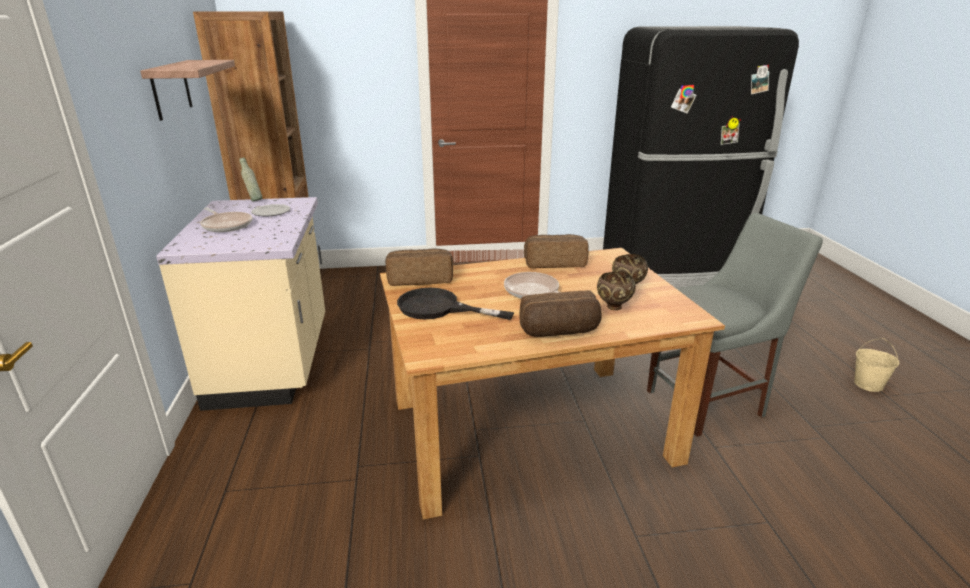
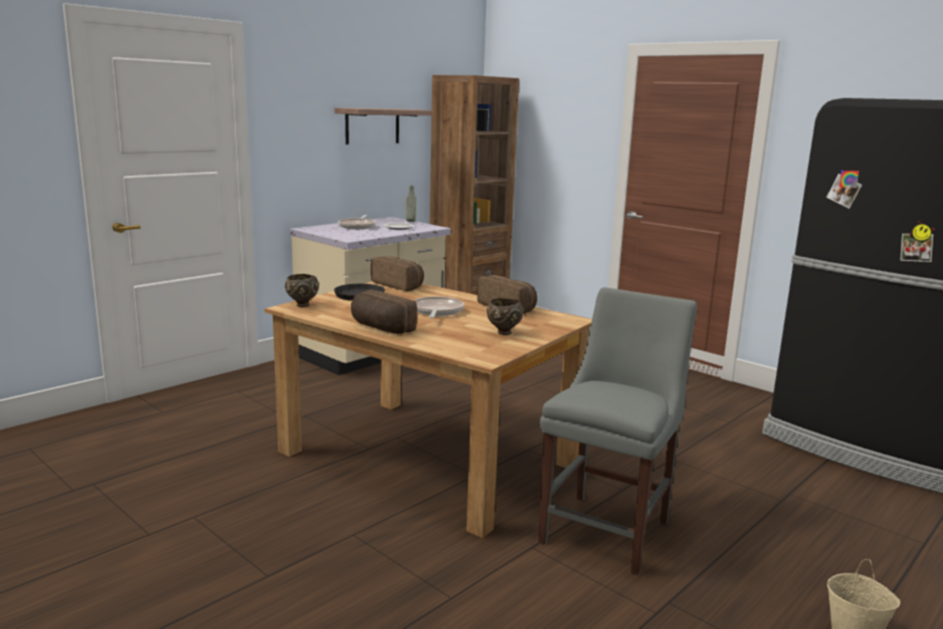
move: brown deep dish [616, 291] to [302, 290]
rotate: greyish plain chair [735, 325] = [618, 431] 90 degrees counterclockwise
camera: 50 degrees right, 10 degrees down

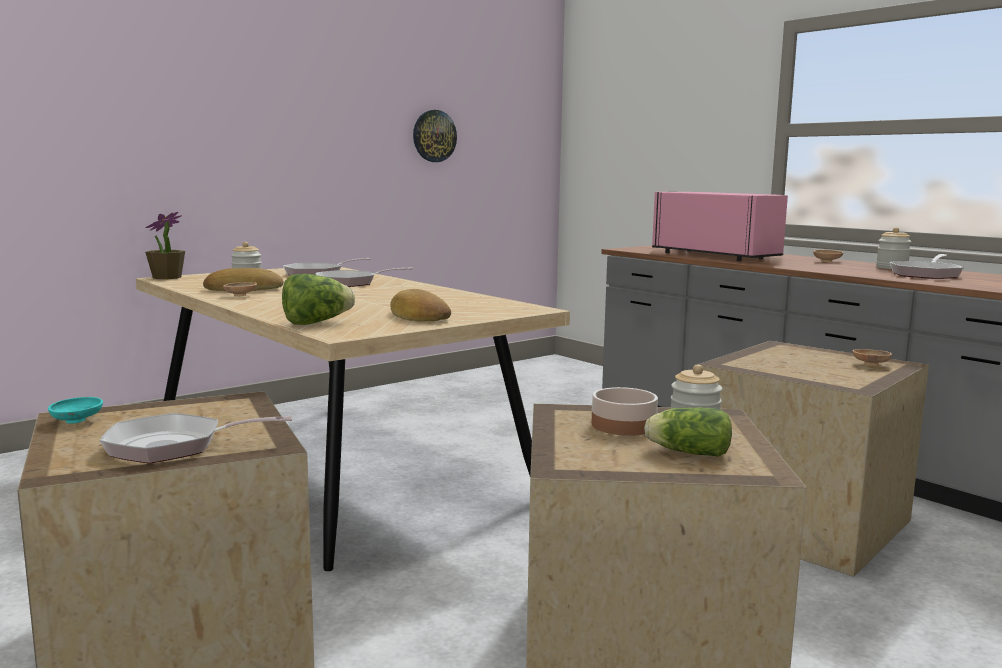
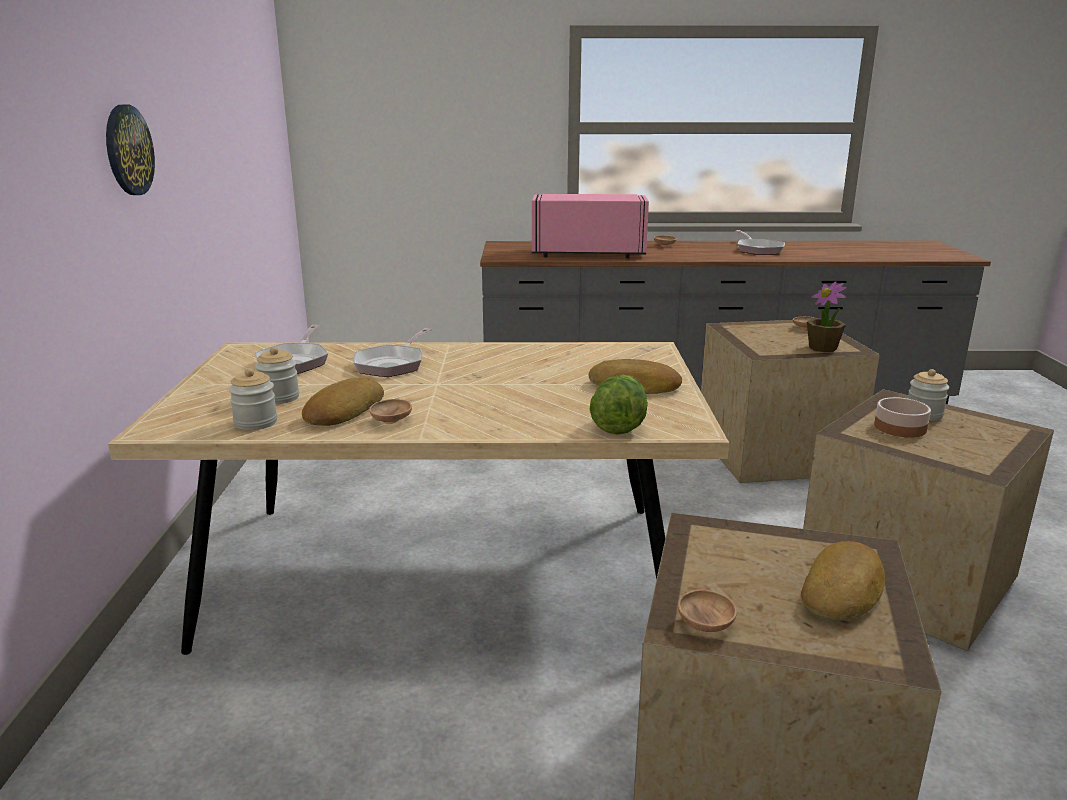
delete: lettuce head [688, 432]
move: clock on the wall [435, 136] to [130, 150]; preserve jar [893, 248] to [253, 399]; houseplant [165, 245] to [827, 316]
replace: frying pan [196, 438] to baked bread [843, 581]
recolor: turquoise deep dish [75, 410] to brown deep dish [707, 611]
camera: 50 degrees left, 10 degrees up

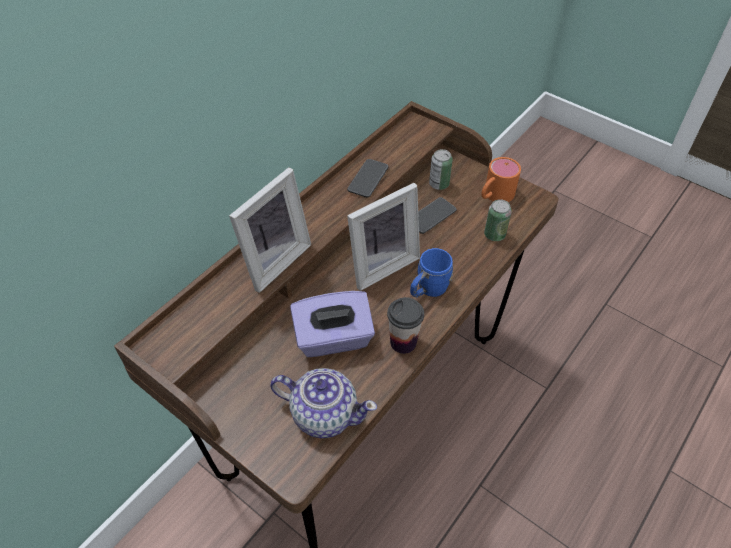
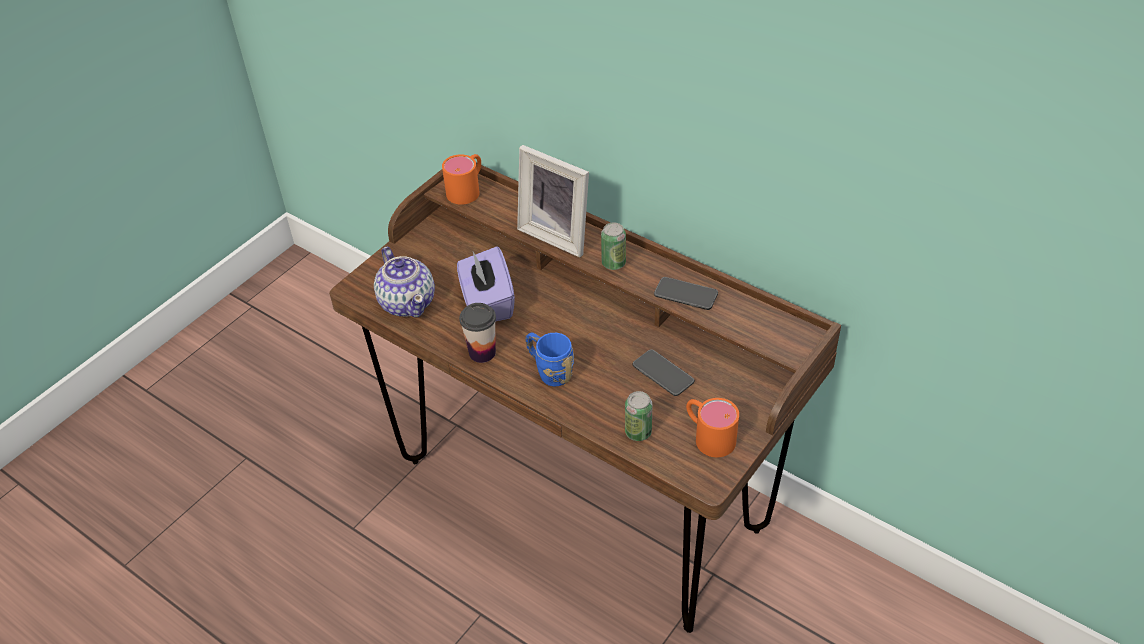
delete: photo frame [383, 237]
insert: orange tea mug [461, 179]
move: sealed can [441, 169] to [613, 246]
rotate: tea pot [323, 403] = [404, 282] 45 degrees counterclockwise
camera: 90 degrees right, 5 degrees down

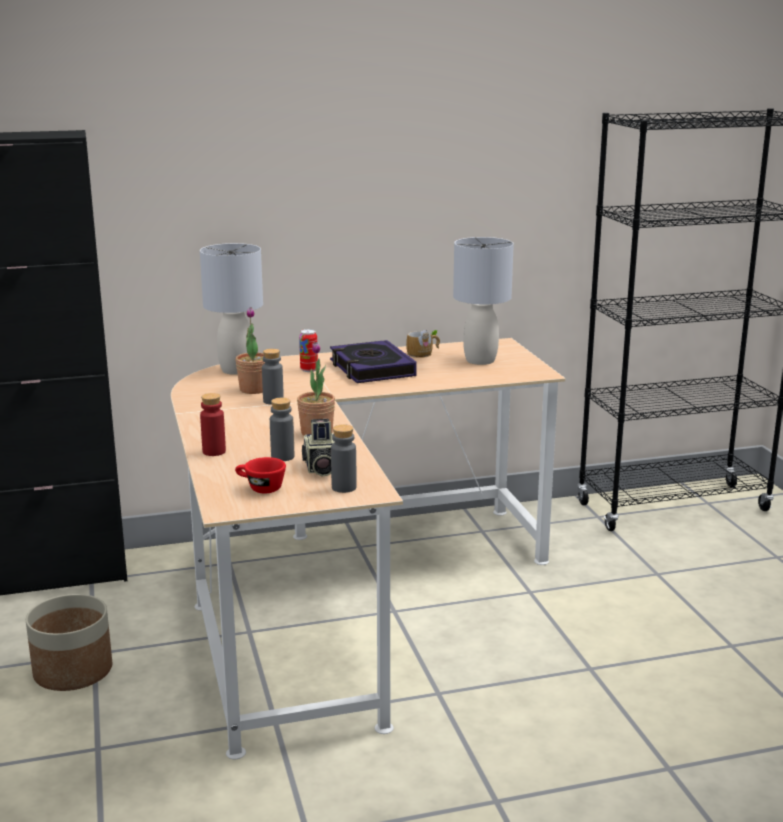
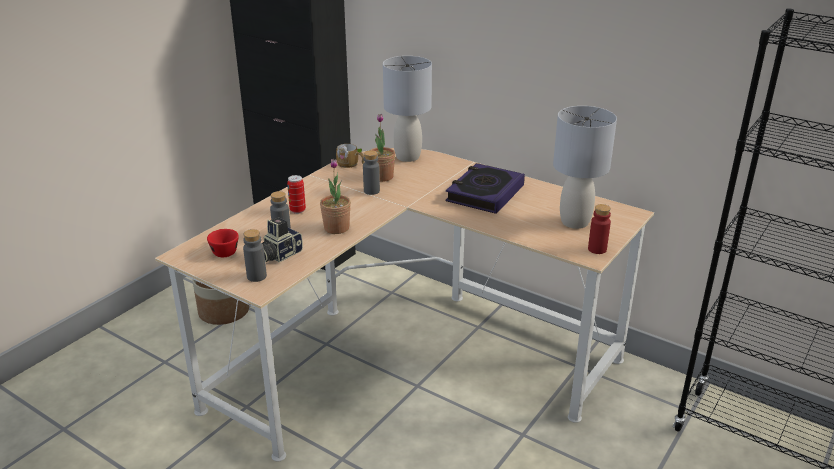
move: sealed can [308, 350] to [296, 194]; tea mug [423, 344] to [350, 156]; reddish drink bottle [213, 424] to [599, 229]
camera: 50 degrees right, 10 degrees up

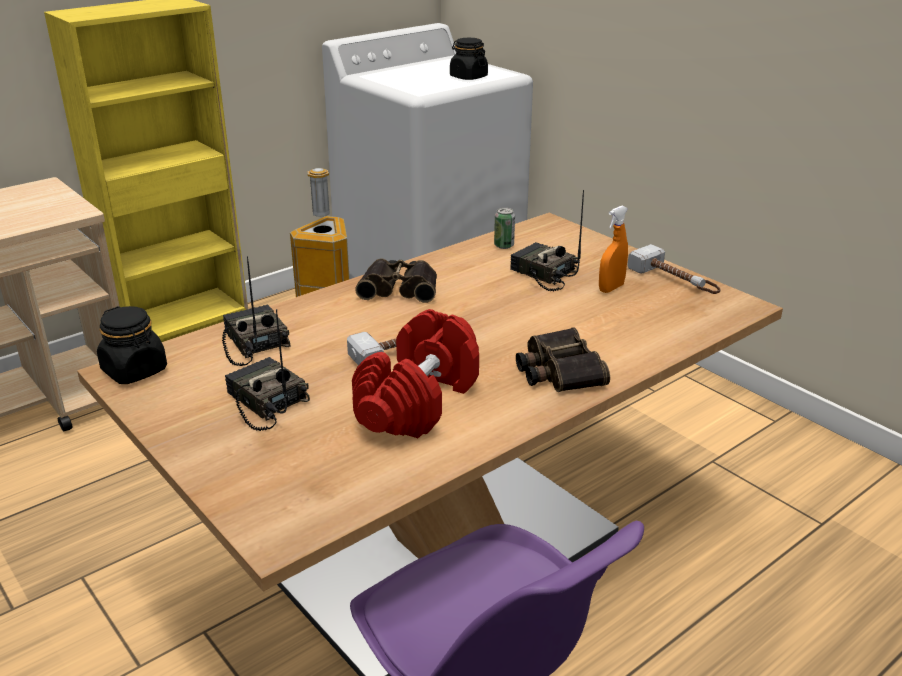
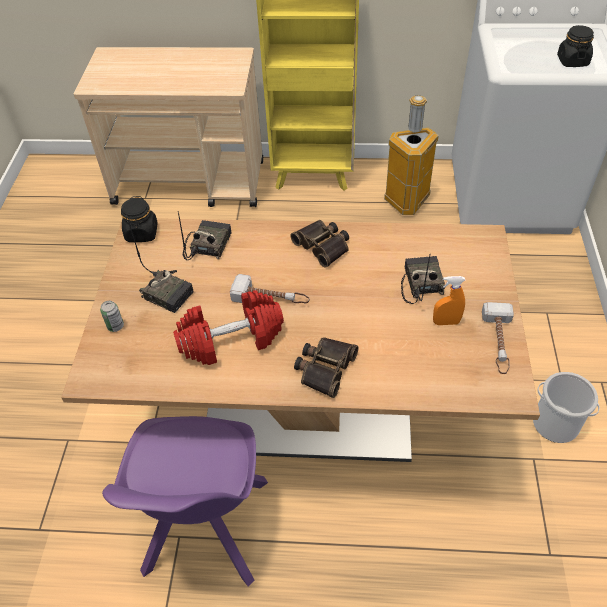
insert: bucket [566, 407]
move: sealed can [504, 228] to [112, 316]
rotate: radio receiver [267, 370] = [161, 266] 120 degrees clockwise
camera: 45 degrees right, 20 degrees up

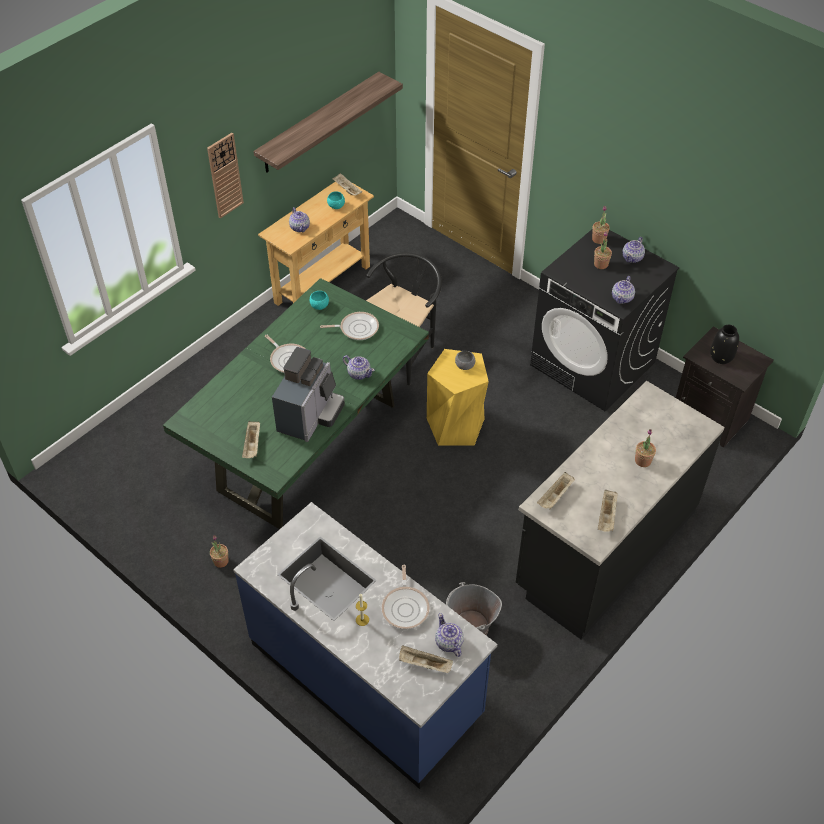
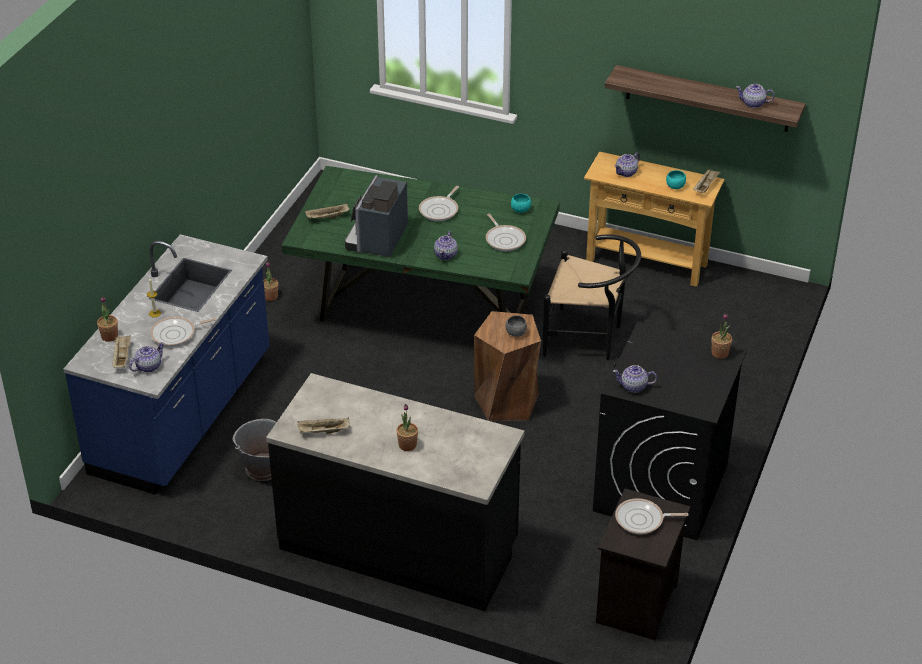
delete: clock on the wall [225, 175]; sand-coloured serving tray [556, 490]
move: houseplant [603, 250] to [107, 319]; tea pot [634, 250] to [755, 96]
replace: blackish decorative vase [724, 344] to frying pan [652, 516]
recolor: yellow stool seat [458, 397] to brown stool seat [507, 366]
rotate: coffee machine [308, 394] = [376, 216] 105 degrees clockwise
camera: 70 degrees right, 10 degrees down

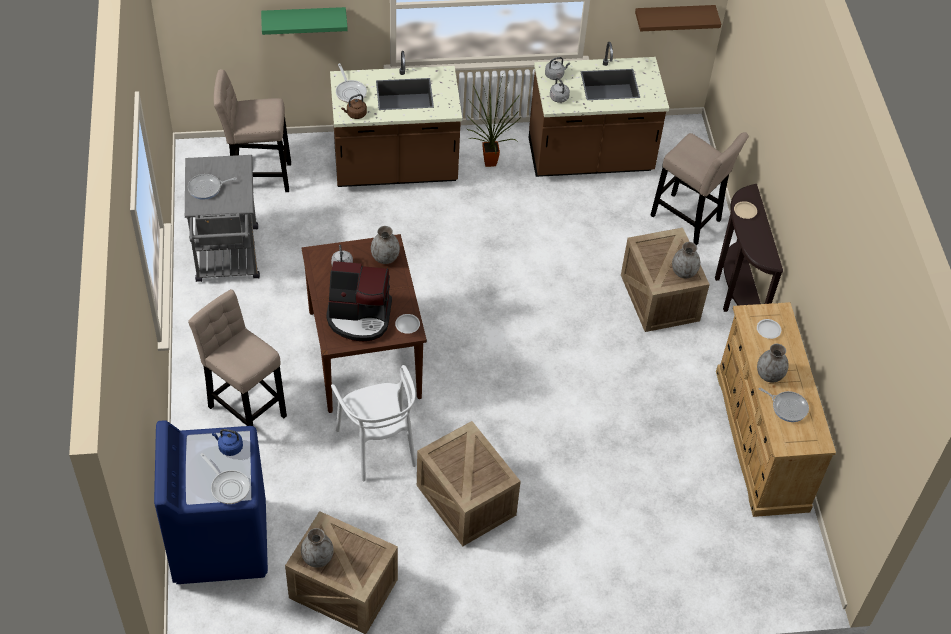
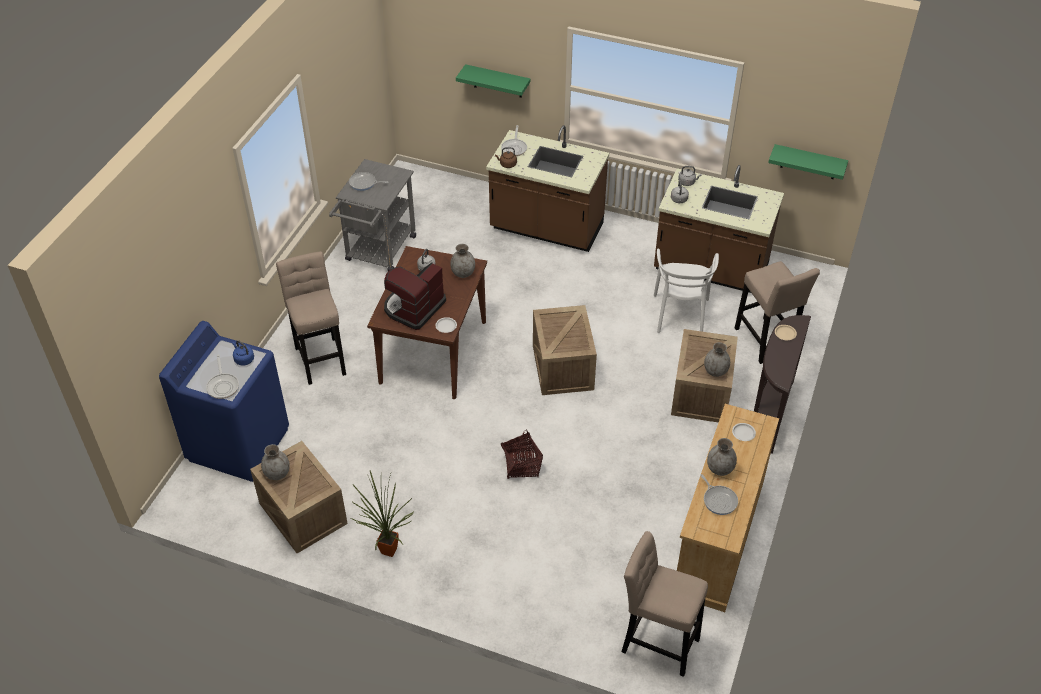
insert: storage basket [522, 454]
move: houseplant [493, 121] to [382, 514]; packing crate [469, 483] to [565, 350]; sand-coloured stool seat [252, 130] to [665, 604]; white plain chair [373, 423] to [686, 291]
recolor: brown wall shelf [678, 18] to green-coloured wall shelf [808, 162]
rotate: coffee machine [359, 301] = [415, 296] 90 degrees clockwise
camera: 30 degrees right, 5 degrees down

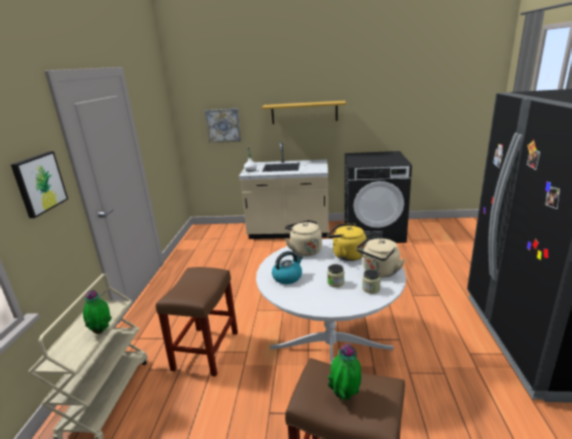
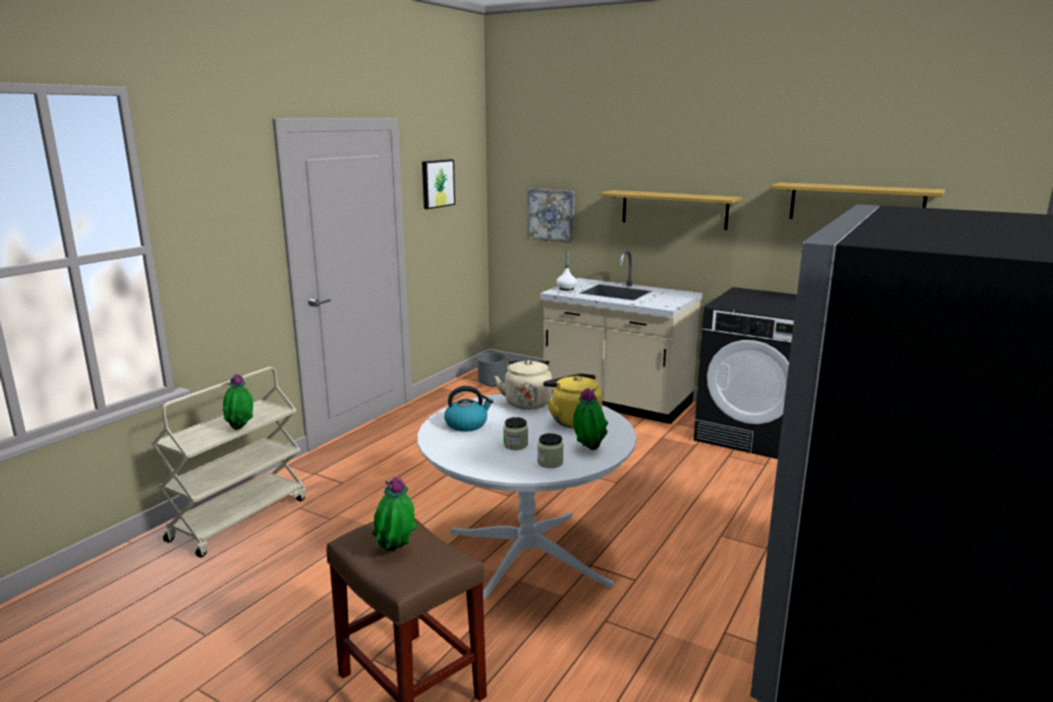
delete: brown stool seat [197, 322]
insert: greyish plant pot [492, 370]; wall shelf [858, 200]
move: wall art [39, 184] to [438, 184]
replace: sand-coloured tea kettle [380, 257] to houseplant [590, 419]
camera: 25 degrees right, 5 degrees down

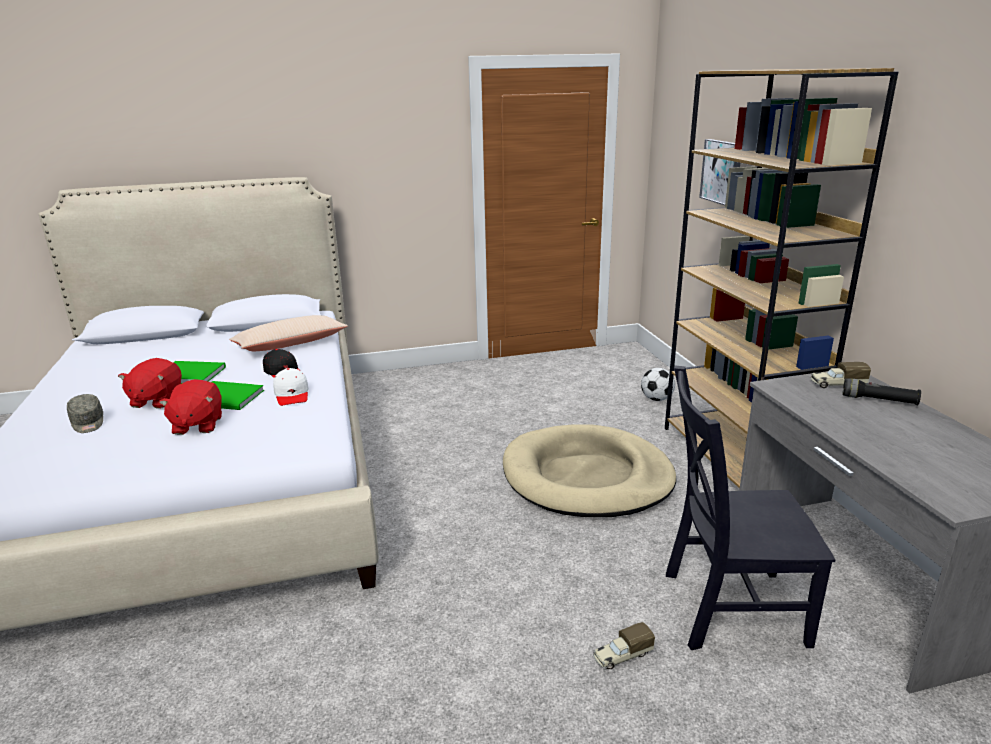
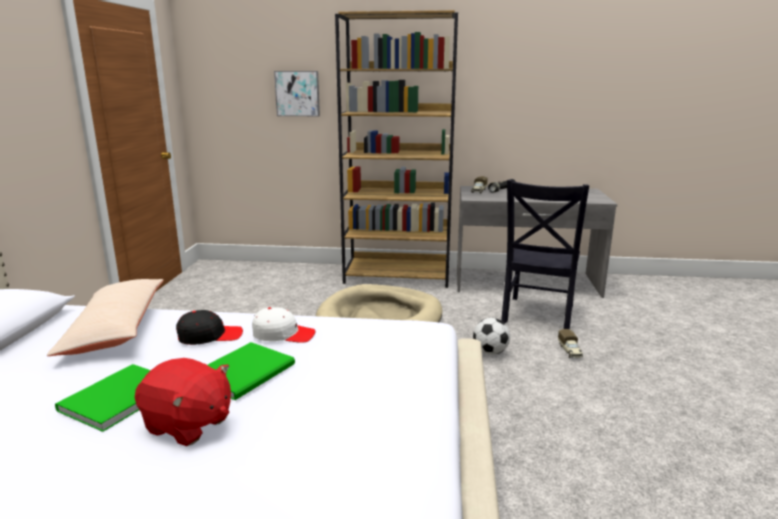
delete: greyish baseball cap [85, 413]; reddish plush toy [190, 407]
move: ball for football [658, 384] to [491, 336]
camera: 70 degrees left, 5 degrees down

